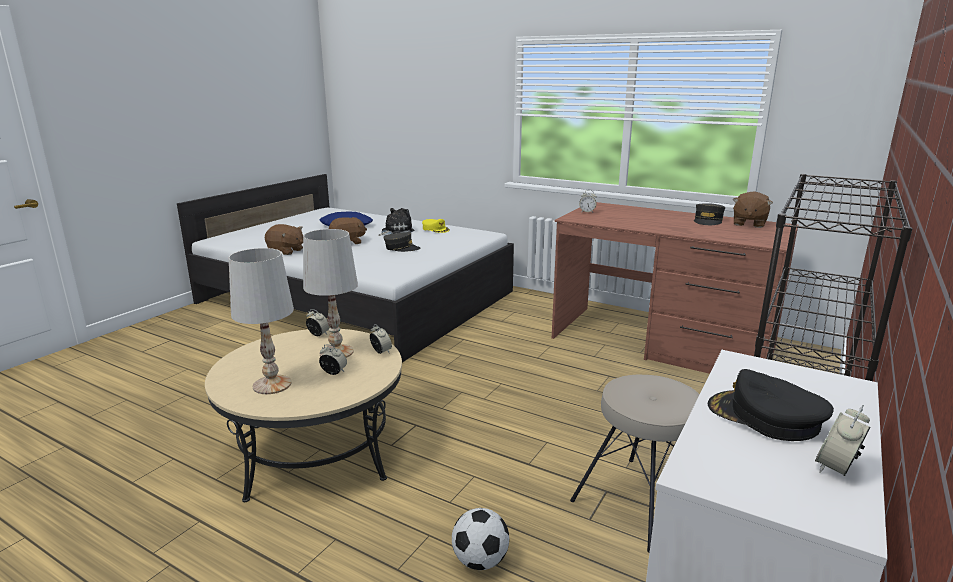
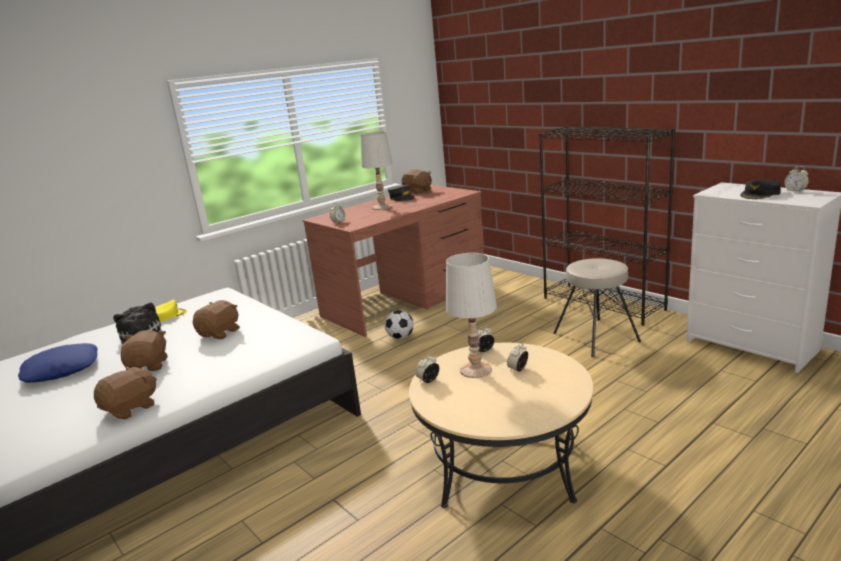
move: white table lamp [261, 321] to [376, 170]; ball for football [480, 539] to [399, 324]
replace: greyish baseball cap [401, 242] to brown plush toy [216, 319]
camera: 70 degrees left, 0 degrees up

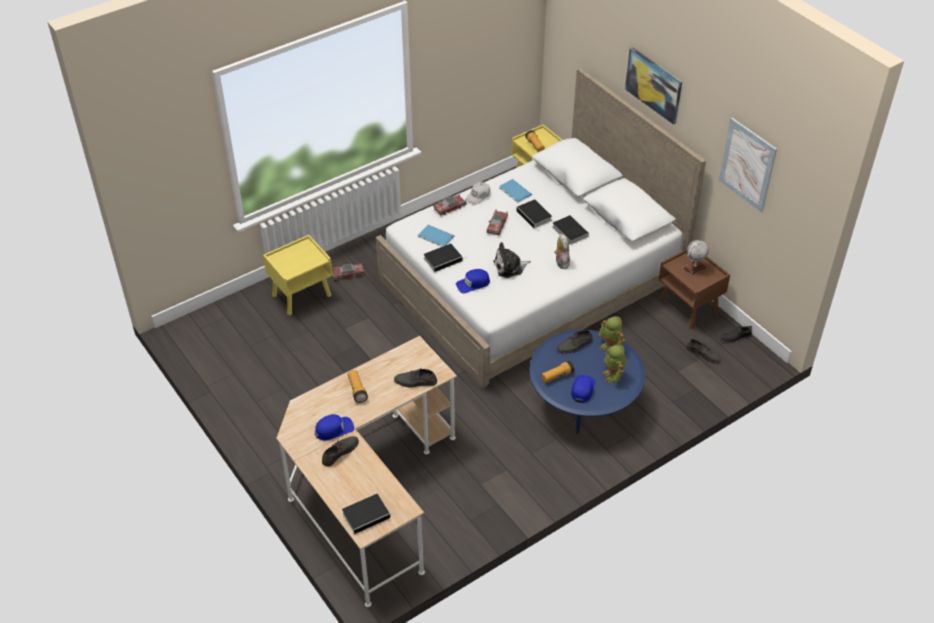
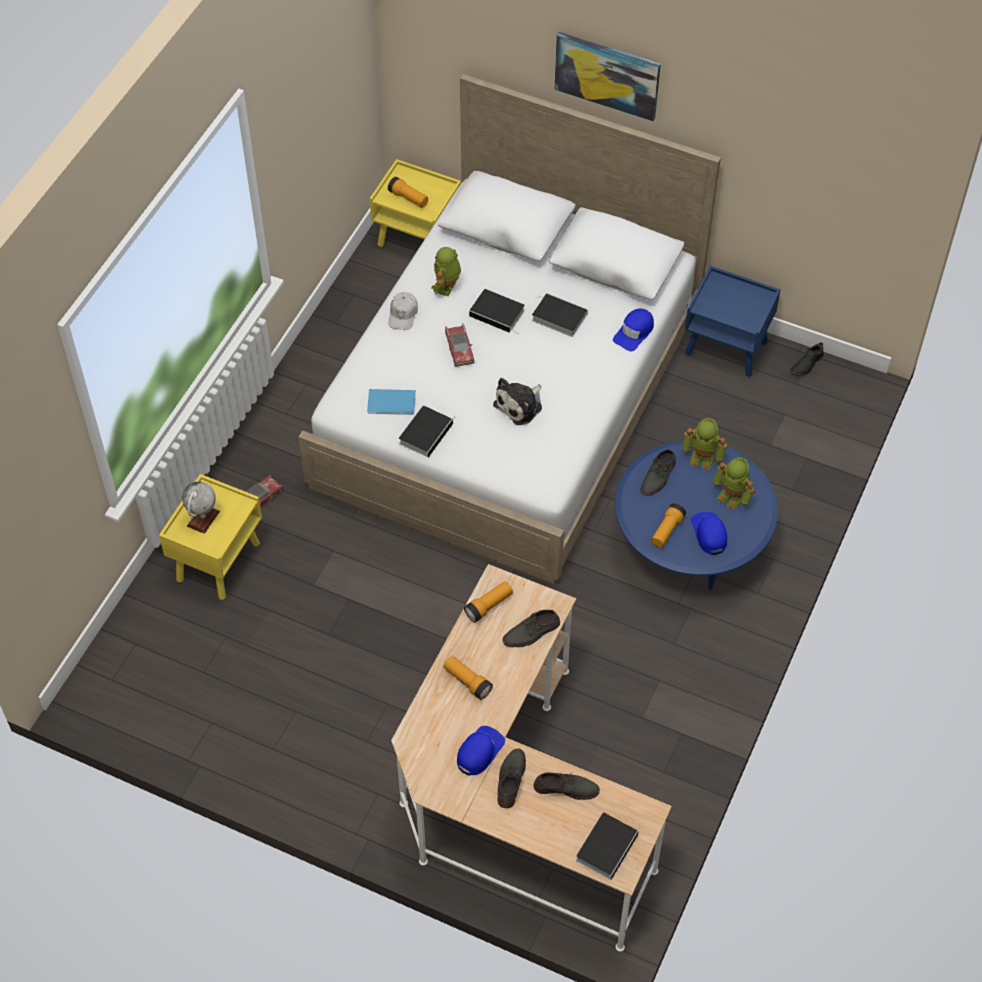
delete: miniature car [450, 205]; plush toy [562, 251]; wall art [748, 165]
insert: hand torch [488, 602]
move: globe [696, 257] to [201, 508]; greyish shoe [703, 351] to [566, 786]; bluish baseball cap [473, 281] to [633, 330]
replace: bluish book [515, 191] to robot figure [446, 271]
recolor: brown bedside table [694, 289] to bluish bedside table [733, 321]
camera: 30 degrees left, 10 degrees up

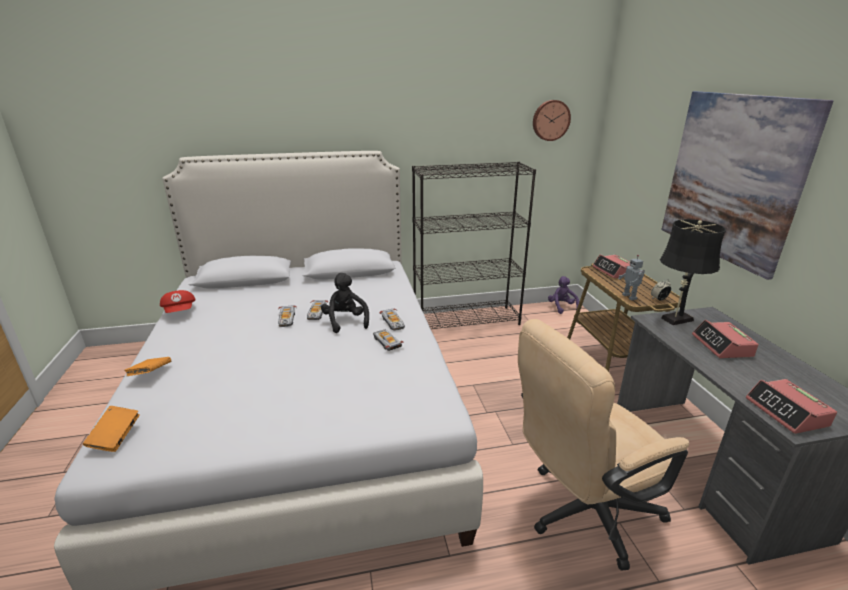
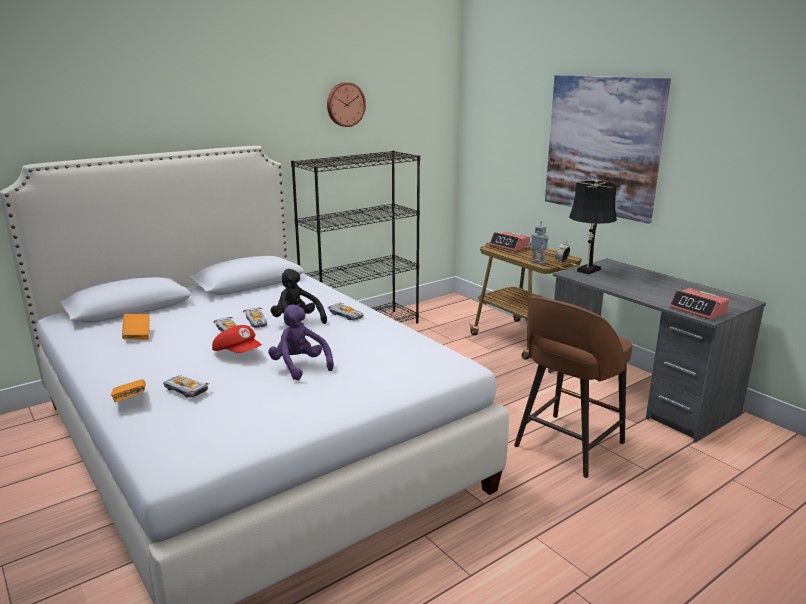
delete: bedside clock [725, 339]
move: orange book [111, 429] to [136, 327]; miniature car [388, 340] to [186, 387]; reddish baseball cap [178, 301] to [237, 339]; purple-coloured plush toy [563, 295] to [301, 342]; clock on the wall [552, 120] to [346, 104]
replace: sand-coloured computer chair [603, 445] to brown stool seat [573, 387]
camera: 25 degrees left, 5 degrees down

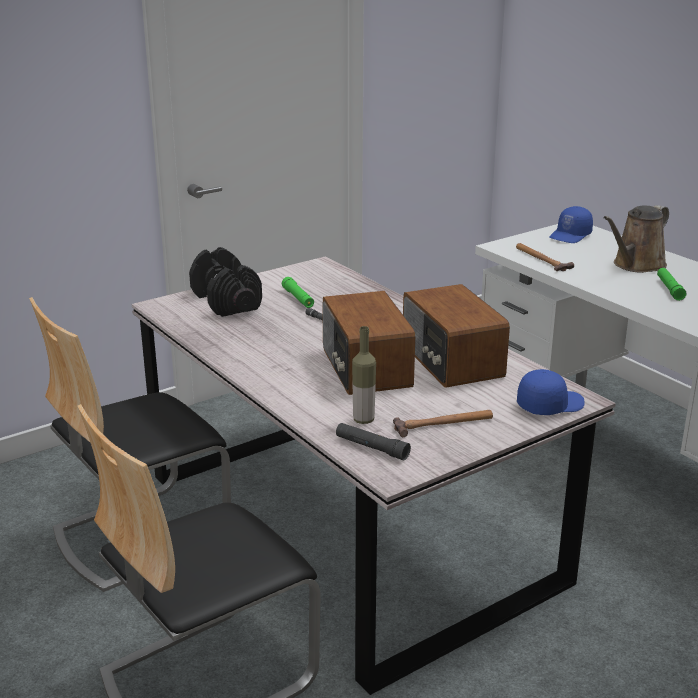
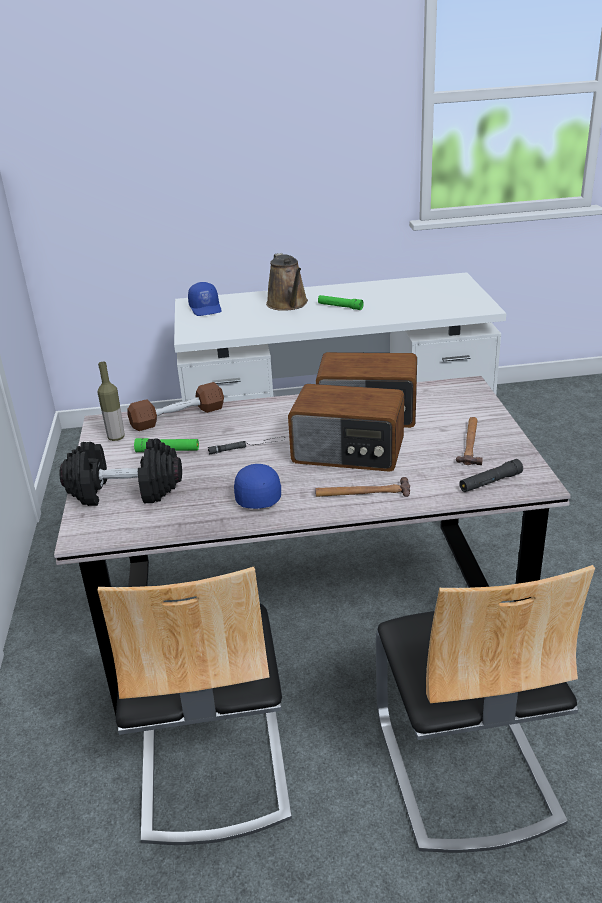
insert: brown dumbbell [176, 406]
move: drink bottle [364, 375] to [111, 401]; bluish baseball cap [550, 392] to [257, 486]; tool hammer [545, 257] to [362, 487]
camera: 60 degrees left, 5 degrees up

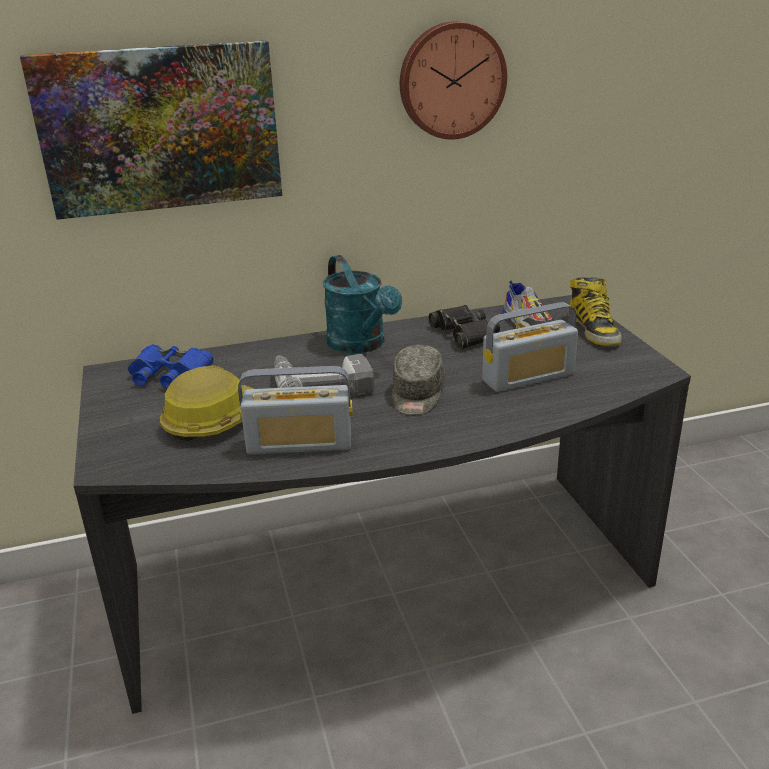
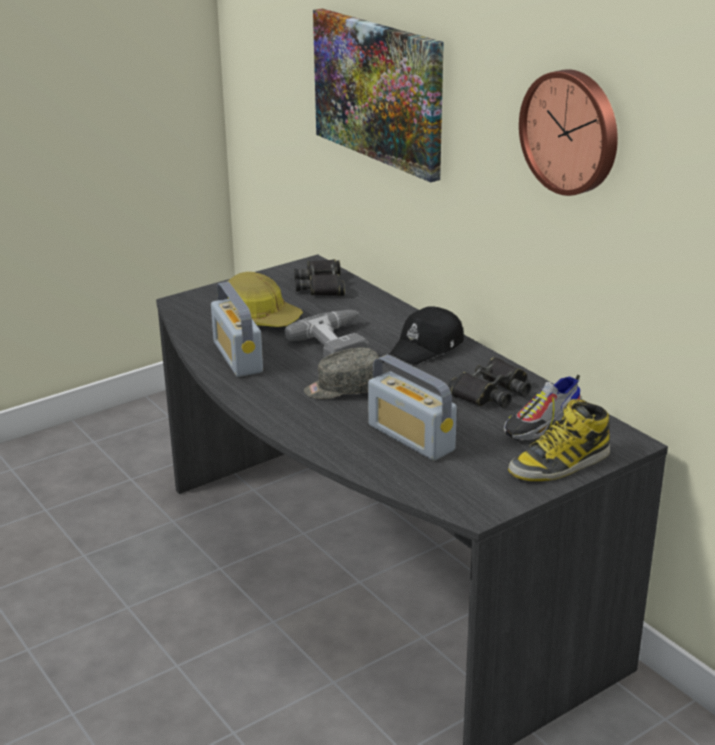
replace: turquoise sprinkling can [362, 304] to blackish baseball cap [426, 335]
recolor: bluish pair of binoculars [170, 366] to blackish pair of binoculars [319, 277]
camera: 70 degrees right, 0 degrees up

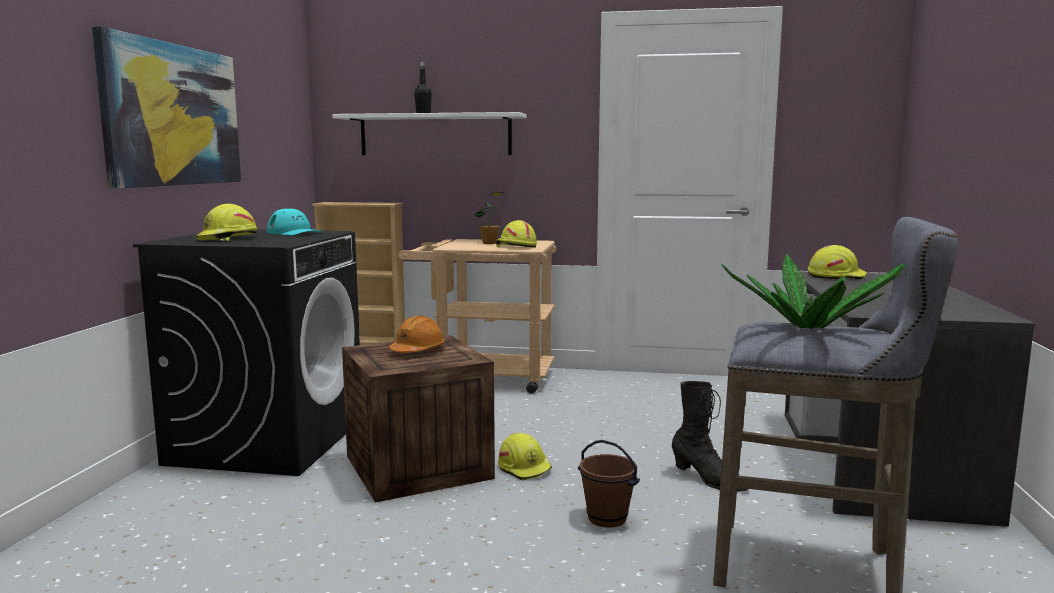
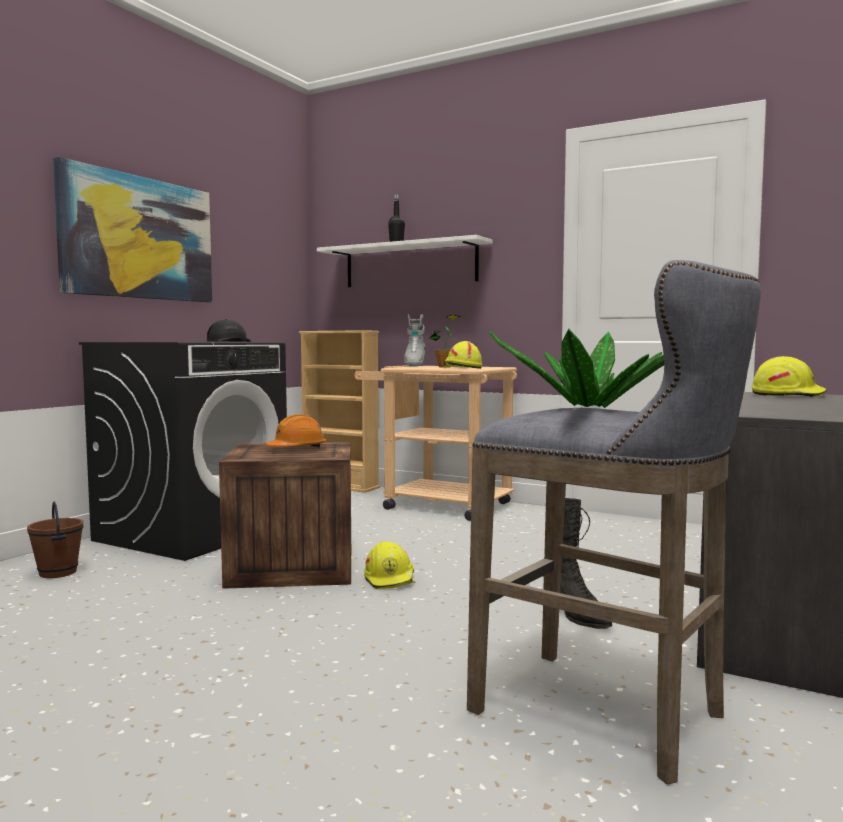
delete: yellow hard hat [226, 222]
insert: greyish tall boot [415, 341]
move: brown bucket [609, 484] to [55, 539]
recolor: turquoise baseball cap [294, 221] to blackish baseball cap [229, 330]
camera: 20 degrees right, 5 degrees down

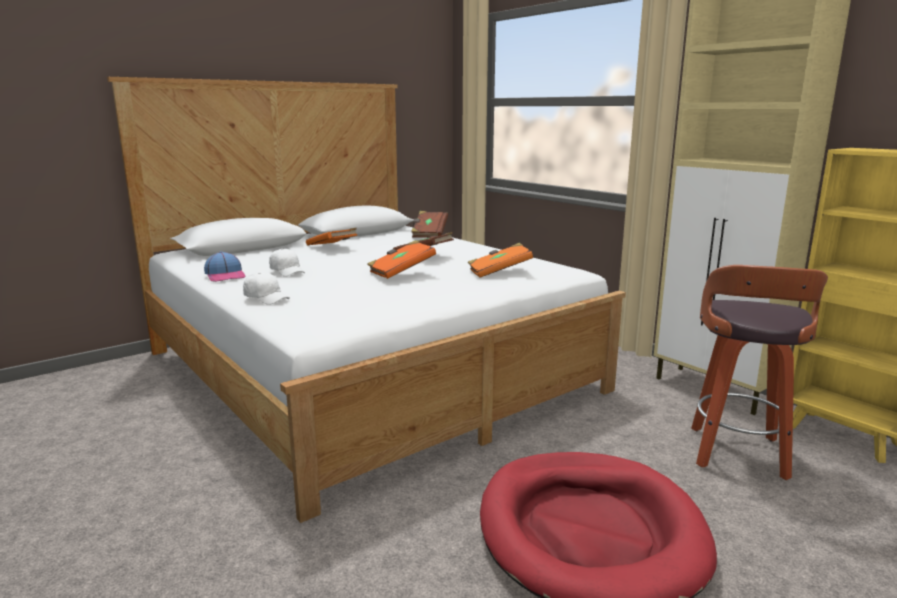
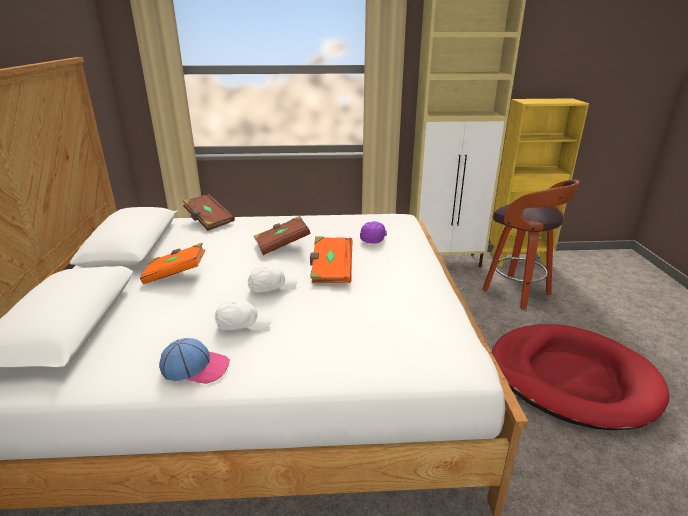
move: white baseball cap [266, 288] to [272, 278]
replace: orange book [500, 260] to purple-coloured baseball cap [373, 232]
camera: 55 degrees left, 10 degrees up

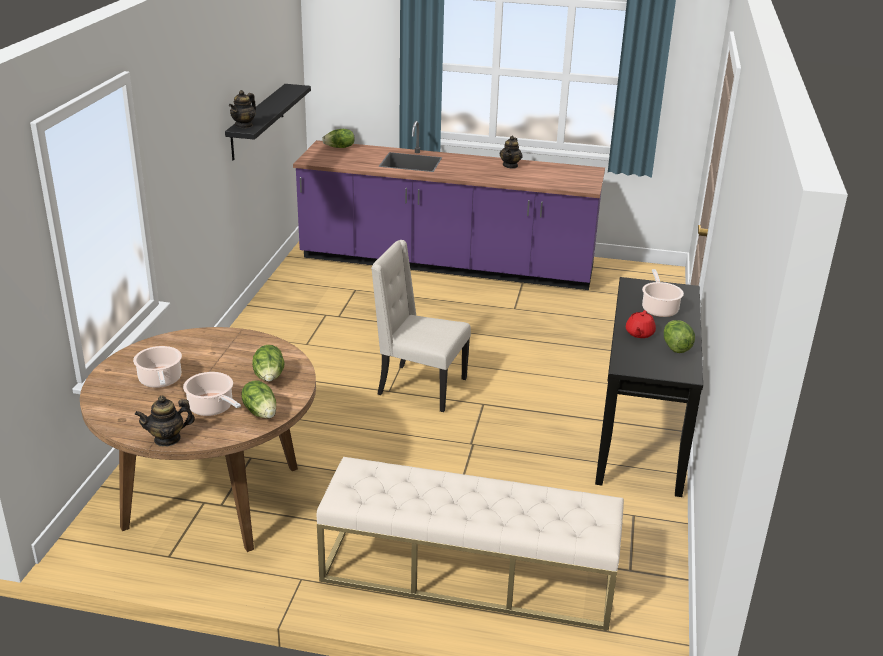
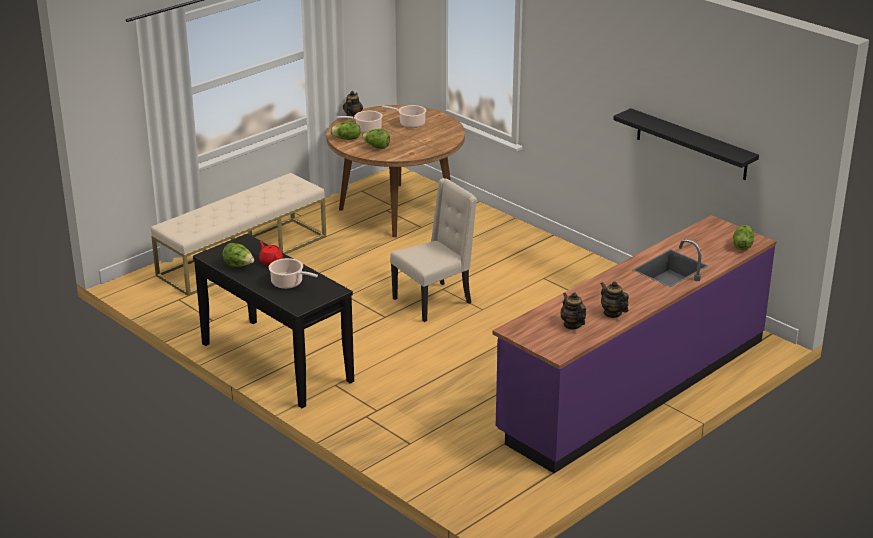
move: tea pot [242, 109] to [573, 311]
camera: 125 degrees right, 0 degrees up

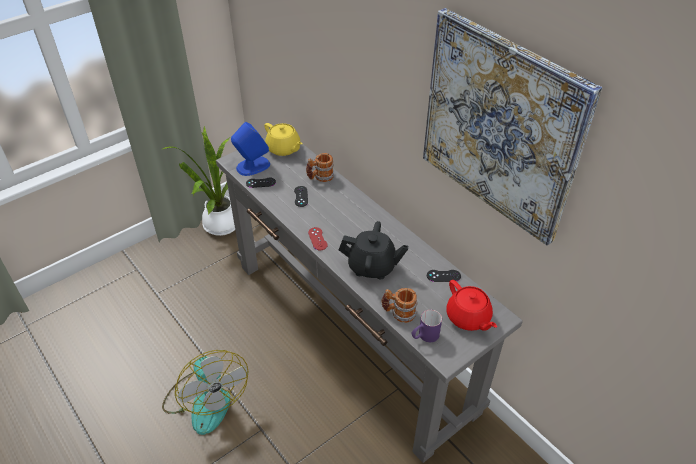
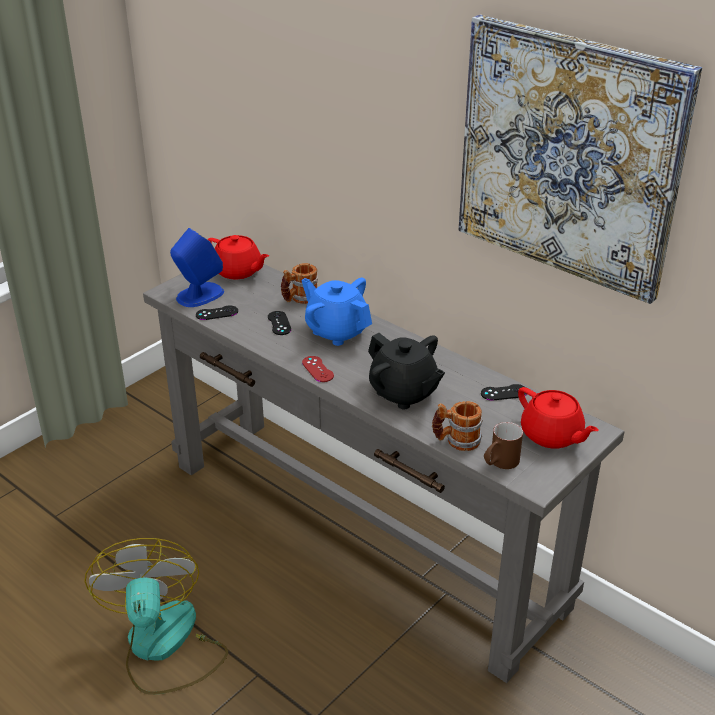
delete: houseplant [198, 180]
insert: bluish tea pot [336, 312]
recolor: yellow tea pot [283, 139] to reddish tea pot [238, 257]; purple-coloured tea mug [426, 326] to brown tea mug [503, 445]
rotate: fan [205, 392] = [156, 616] 150 degrees counterclockwise; blackish tea pot [373, 250] = [406, 371] 45 degrees clockwise
camera: 10 degrees left, 10 degrees down

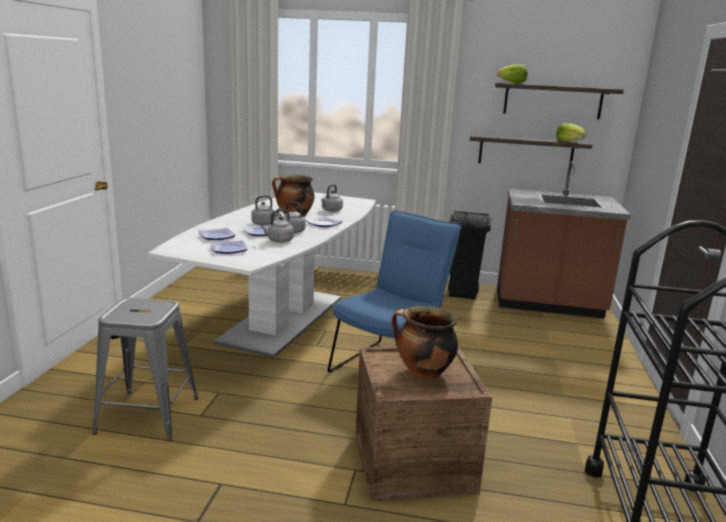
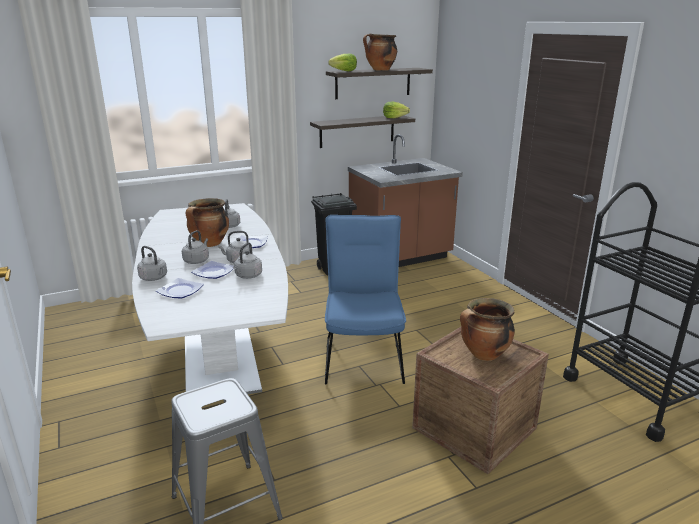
delete: dinner plate [229, 247]
insert: greyish tea kettle [152, 263]; stockpot [380, 52]
camera: 35 degrees left, 5 degrees up

